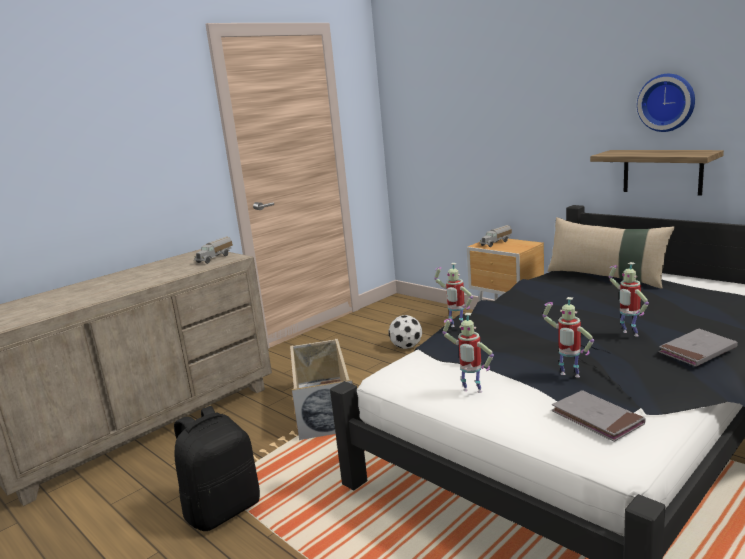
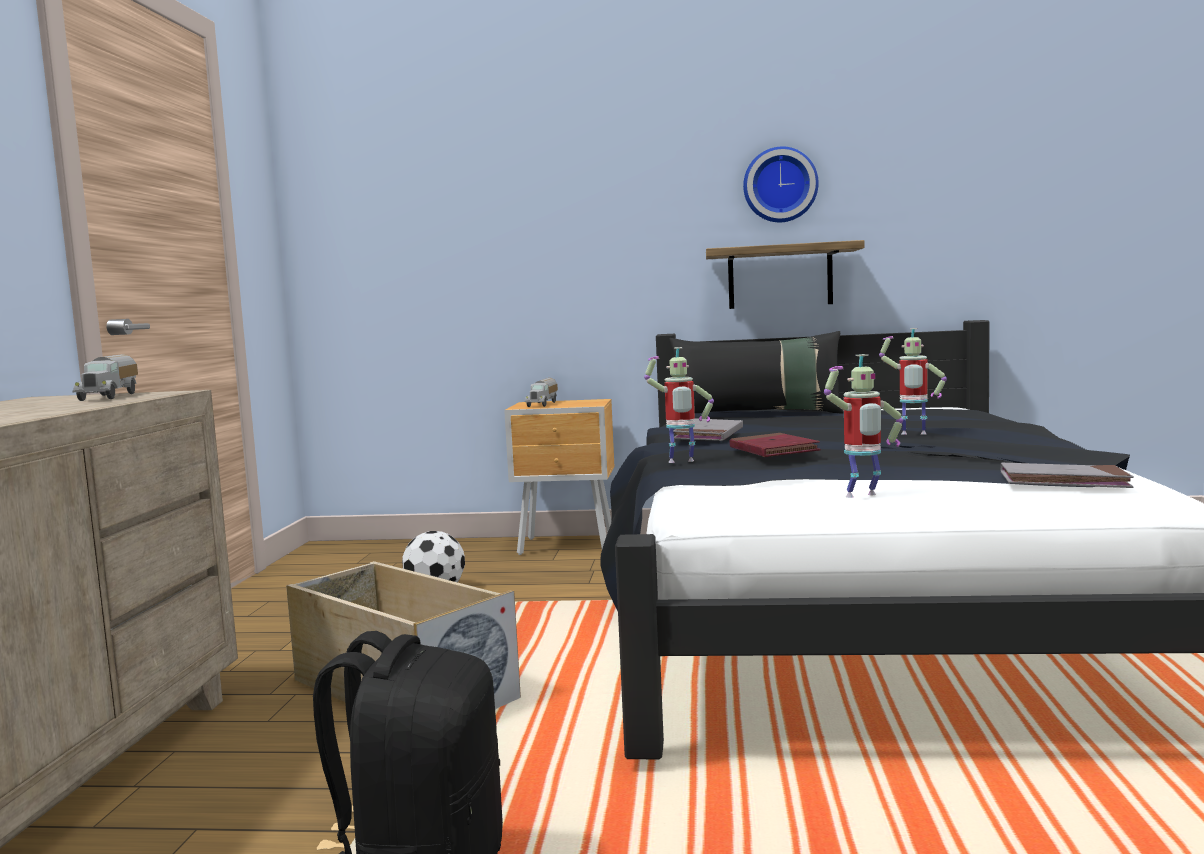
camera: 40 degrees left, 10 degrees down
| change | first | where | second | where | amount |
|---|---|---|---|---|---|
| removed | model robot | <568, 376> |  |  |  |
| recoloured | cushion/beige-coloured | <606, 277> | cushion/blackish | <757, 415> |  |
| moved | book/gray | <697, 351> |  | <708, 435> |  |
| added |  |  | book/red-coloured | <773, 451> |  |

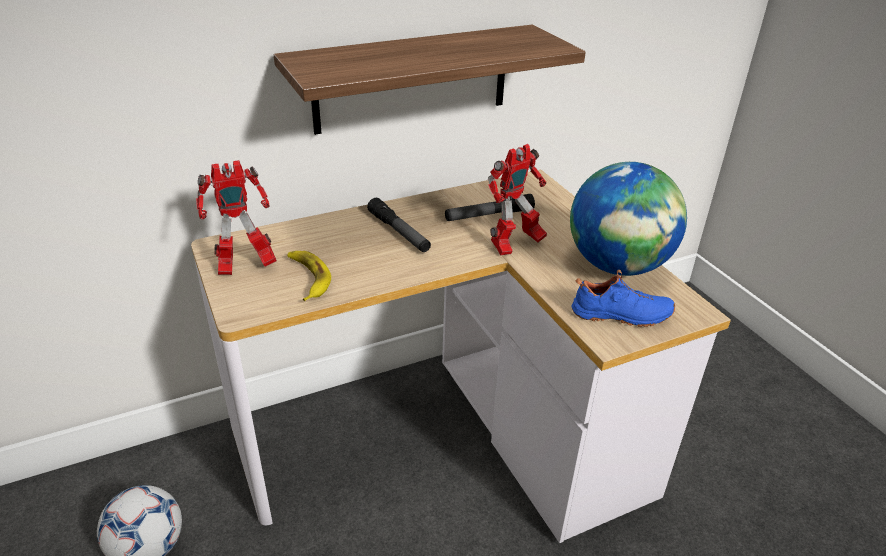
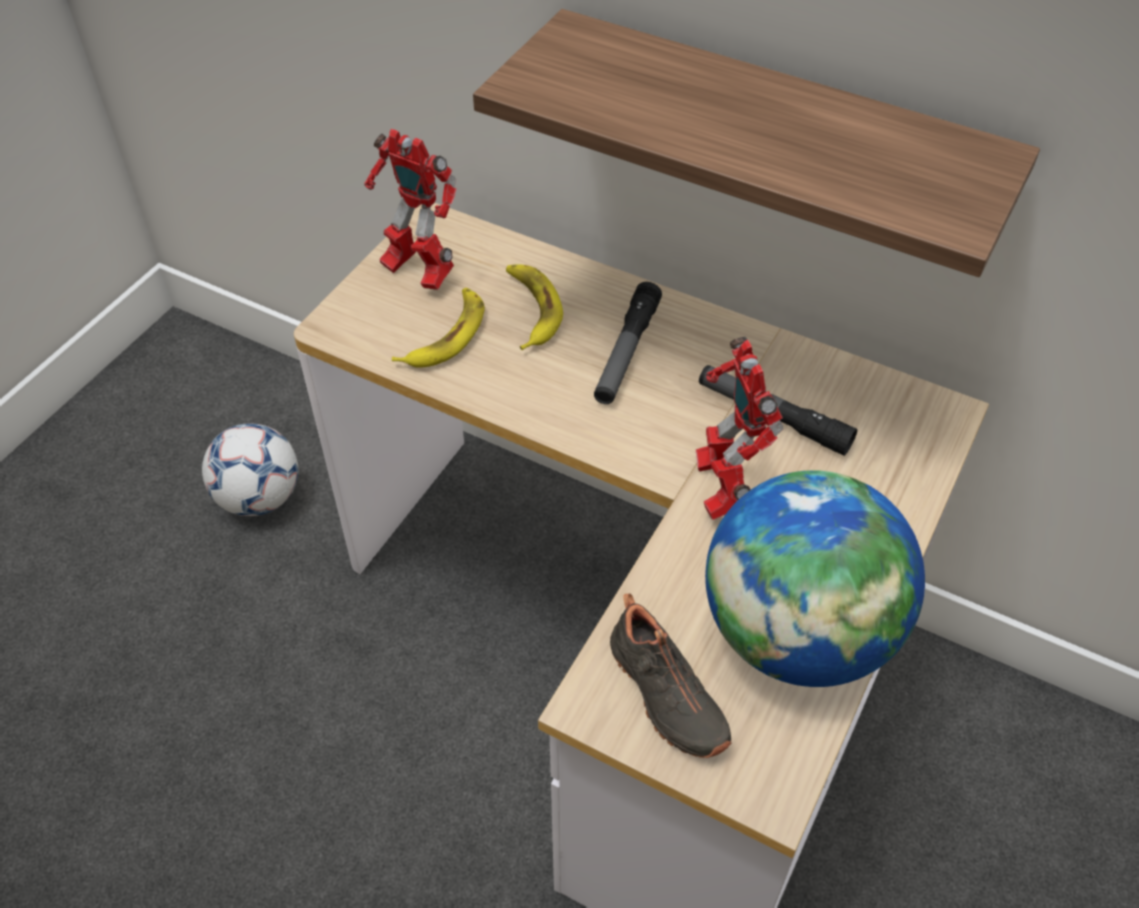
camera: 55 degrees right, 15 degrees up
| change | first | where | second | where | amount |
|---|---|---|---|---|---|
| turned | model robot | <514, 245> |  | <721, 485> | 60 degrees clockwise |
| recoloured | shoe/bluish | <621, 316> | shoe/blackish | <664, 695> |  |
| added |  |  | banana | <531, 310> |  |

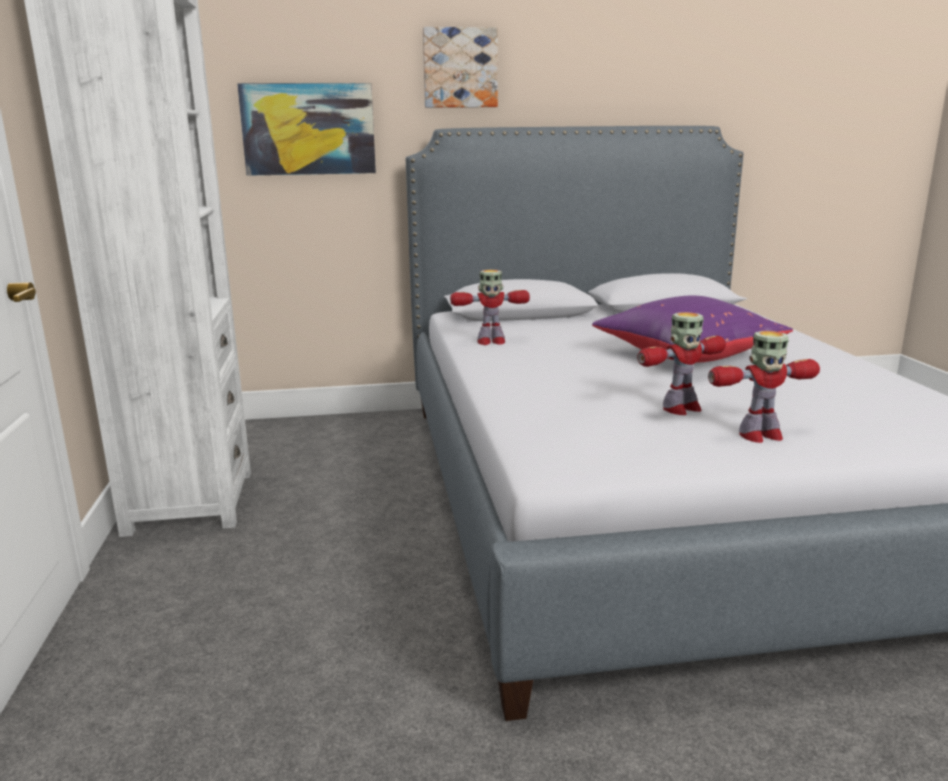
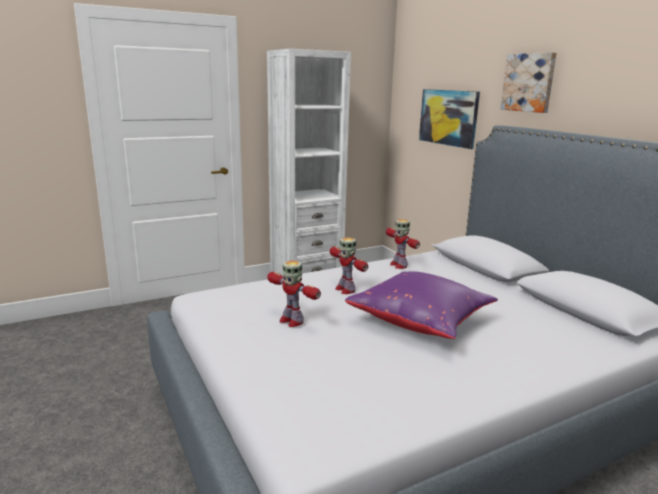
camera: 70 degrees right, 0 degrees up
| change | first | where | second | where | amount |
|---|---|---|---|---|---|
| moved | model robot | <759, 435> |  | <345, 289> |  |

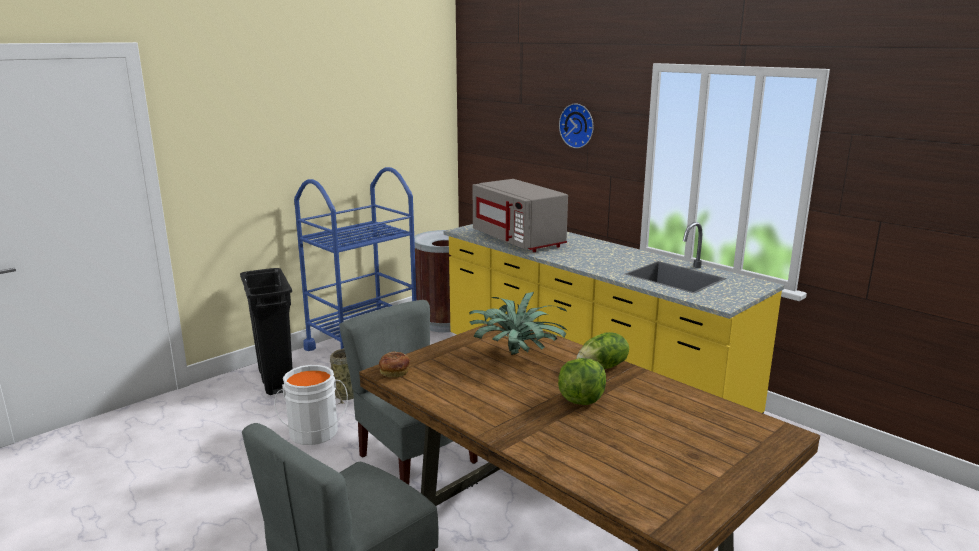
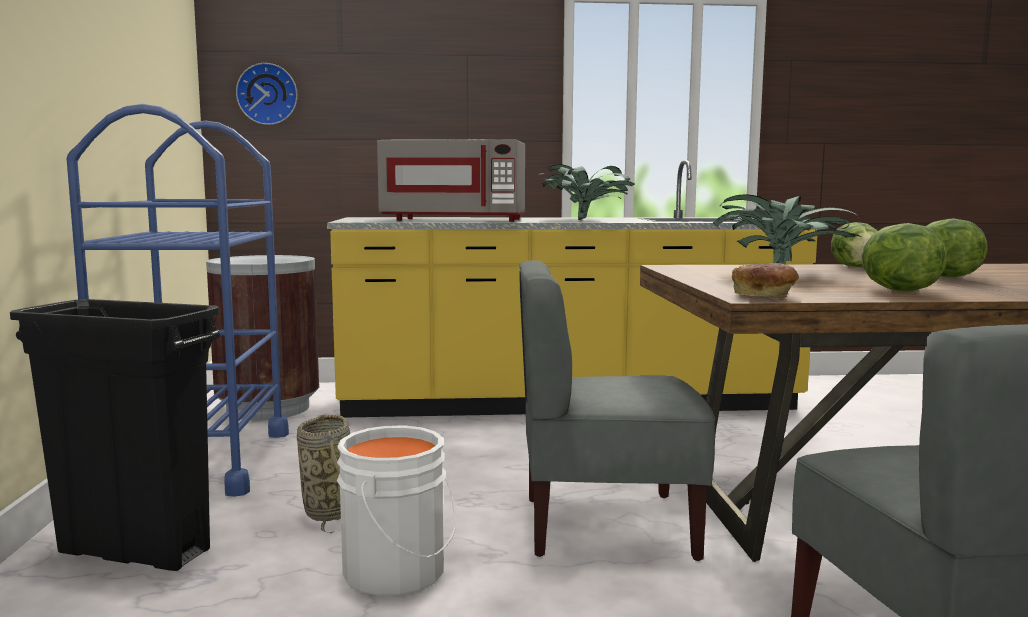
camera: 50 degrees left, 10 degrees down
| change | first | where | second | where | amount |
|---|---|---|---|---|---|
| moved | clock on the wall | <578, 125> |  | <268, 94> |  |
| added |  |  | houseplant | <585, 220> |  |
| added |  |  | lettuce head | <897, 290> |  |

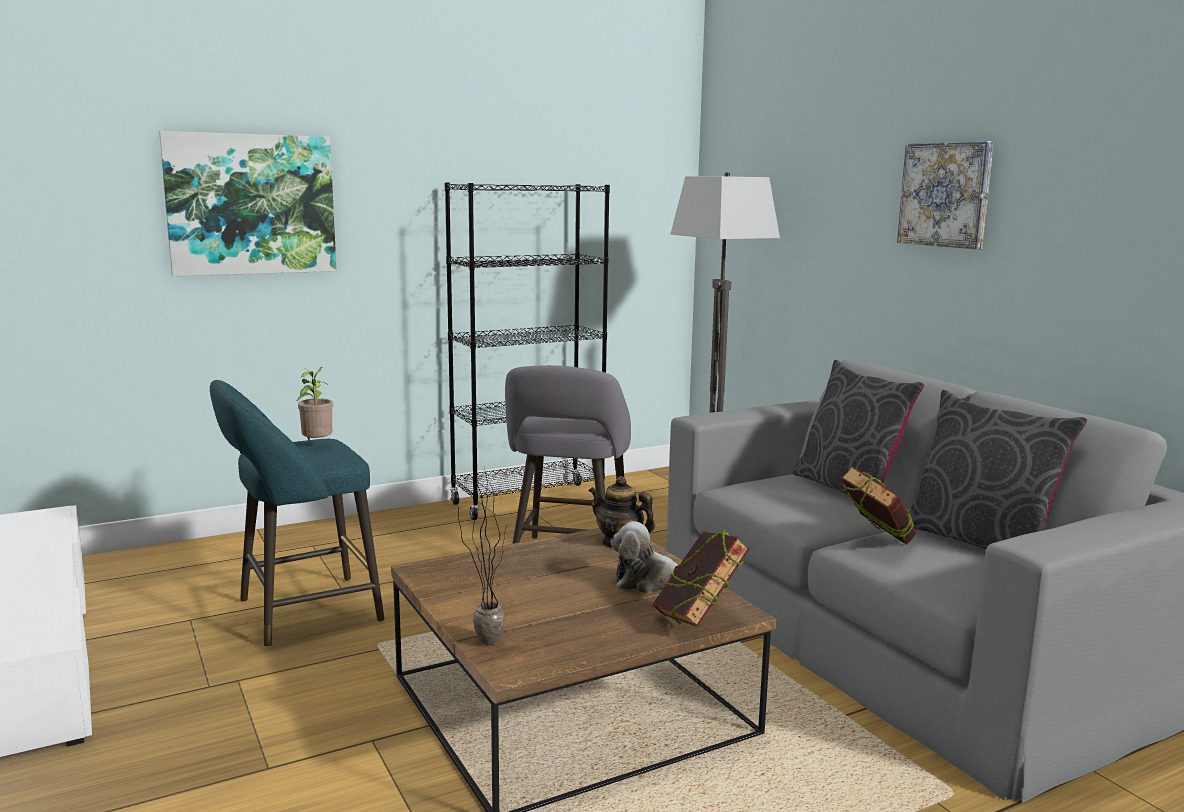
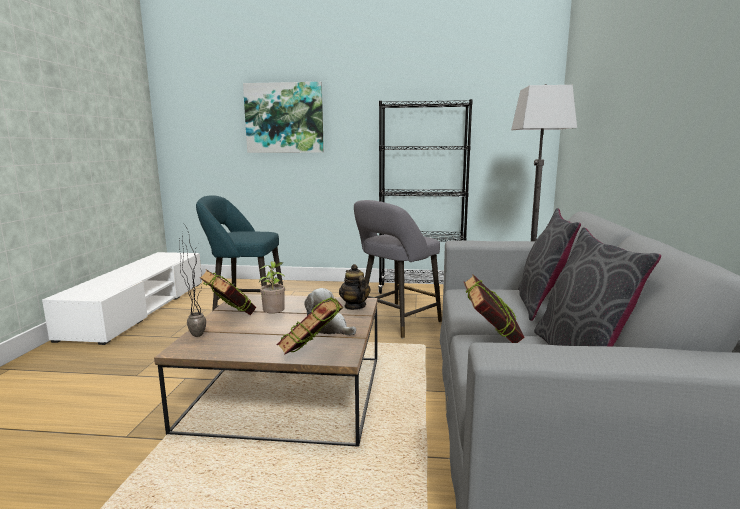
camera: 35 degrees right, 0 degrees up
| change | first | where | second | where | amount |
|---|---|---|---|---|---|
| moved | houseplant | <317, 445> |  | <274, 317> |  |
| removed | wall picture | <946, 194> |  |  |  |
| added |  |  | book | <230, 317> |  |

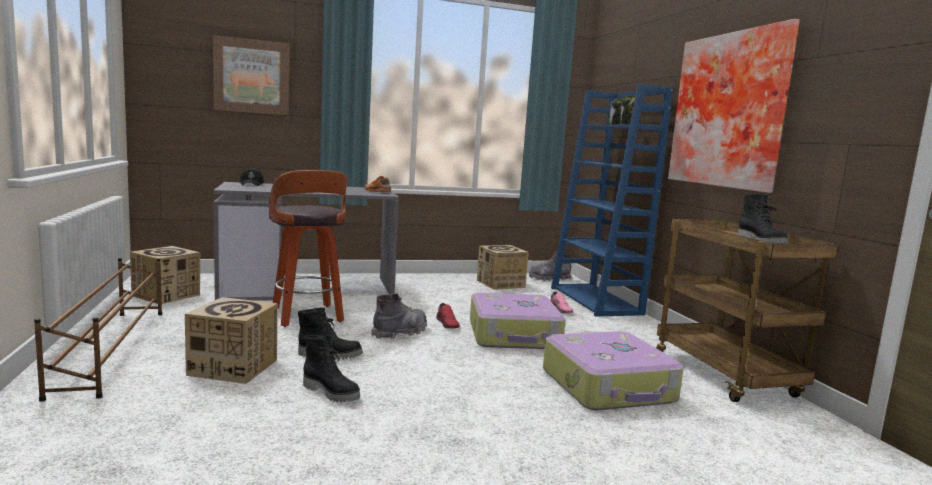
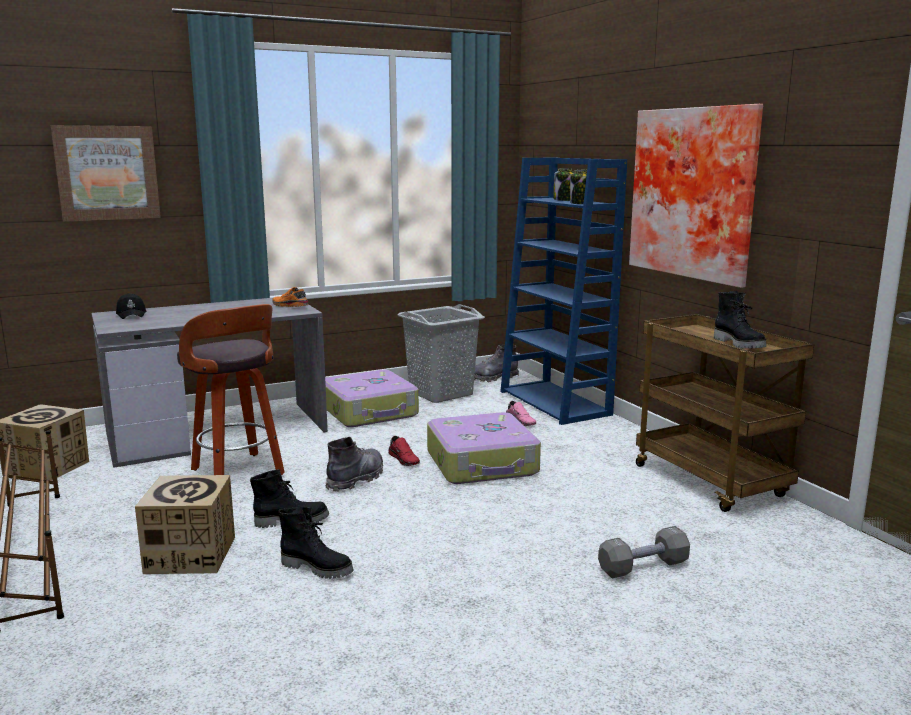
camera: 10 degrees left, 5 degrees up
| change | first | where | second | where | amount |
|---|---|---|---|---|---|
| replaced | cardboard box | <500, 284> | laundry basket/gray | <441, 393> |  |
| moved | suitcase | <609, 386> |  | <370, 411> |  |
| added |  |  | dumbbell/gray | <643, 567> |  |

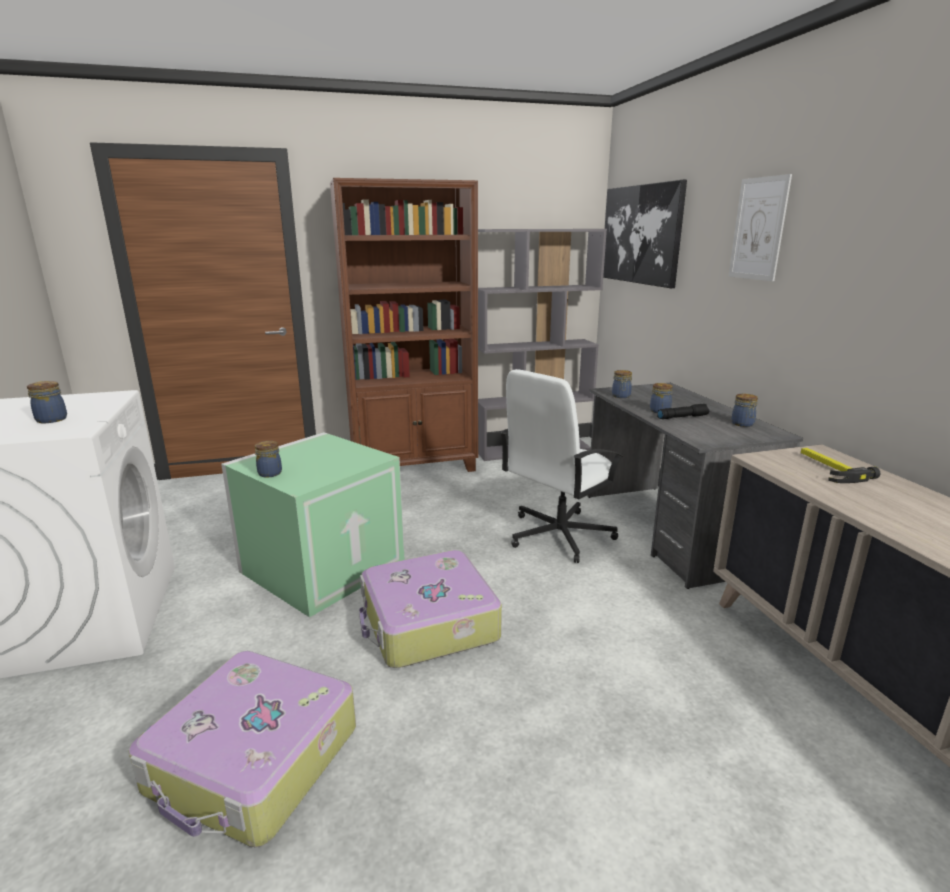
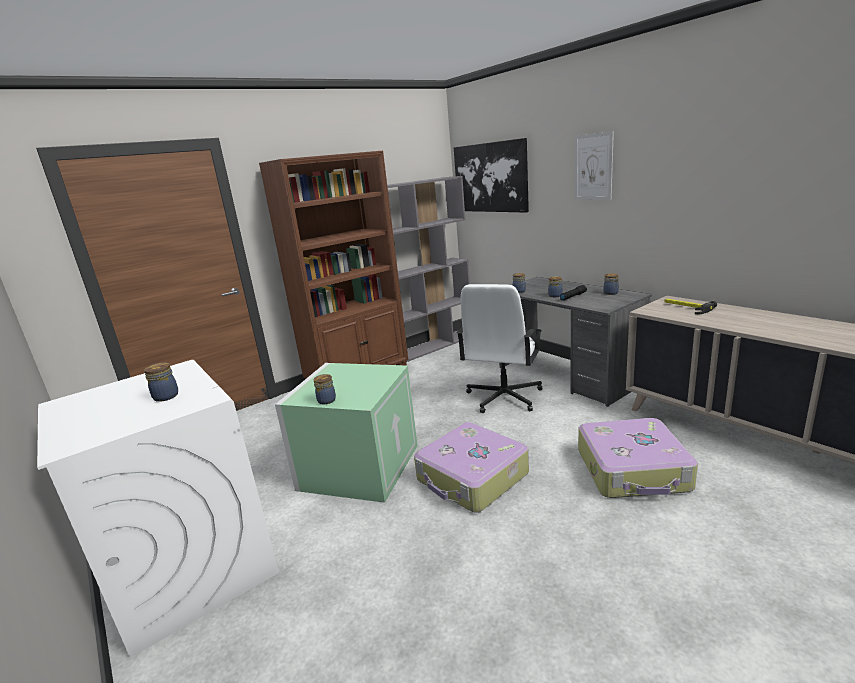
camera: 20 degrees left, 0 degrees up
| change | first | where | second | where | amount |
|---|---|---|---|---|---|
| moved | suitcase | <254, 761> |  | <633, 470> |  |

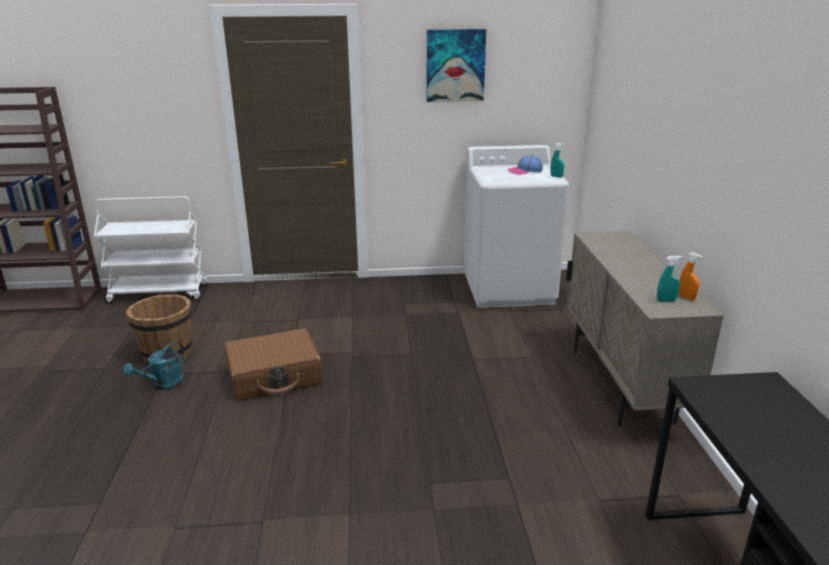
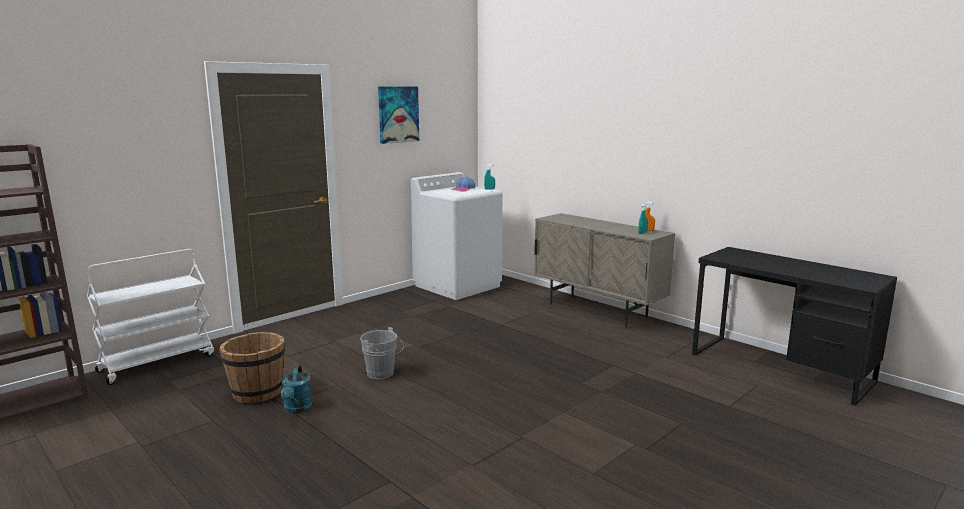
camera: 40 degrees left, 10 degrees down
| change | first | where | second | where | amount |
|---|---|---|---|---|---|
| replaced | suitcase/brownish | <275, 376> | water bucket/gray | <383, 374> |  |

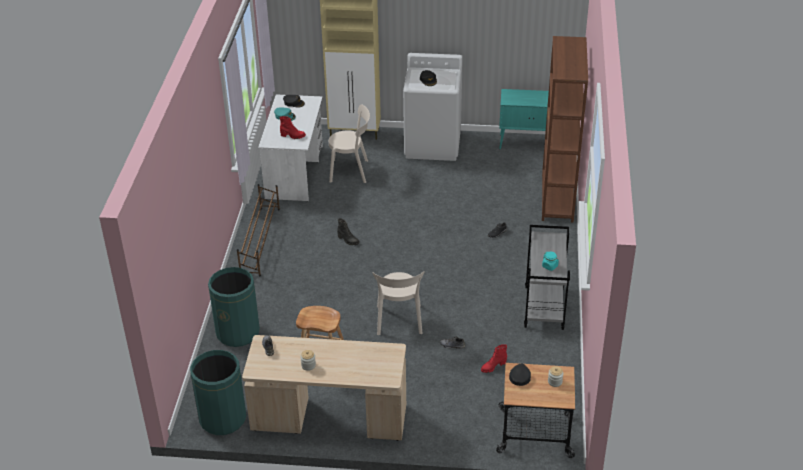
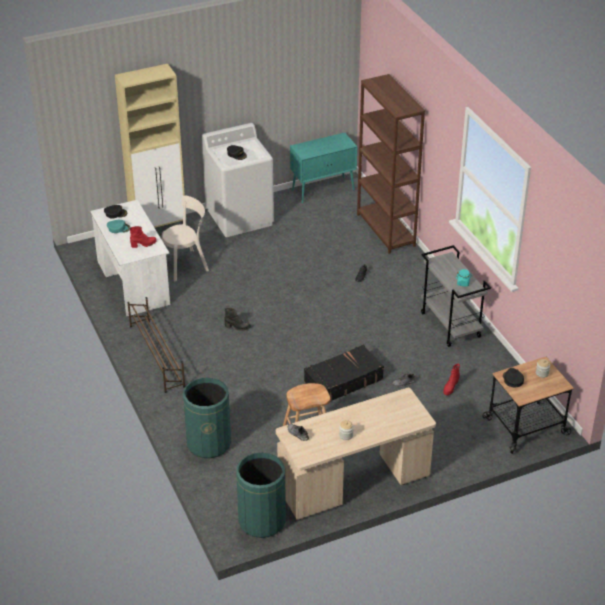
camera: 30 degrees left, 0 degrees up
| change | first | where | second | where | amount |
|---|---|---|---|---|---|
| replaced | chair/beige-coloured | <399, 322> | suitcase/blackish | <343, 380> |  |

